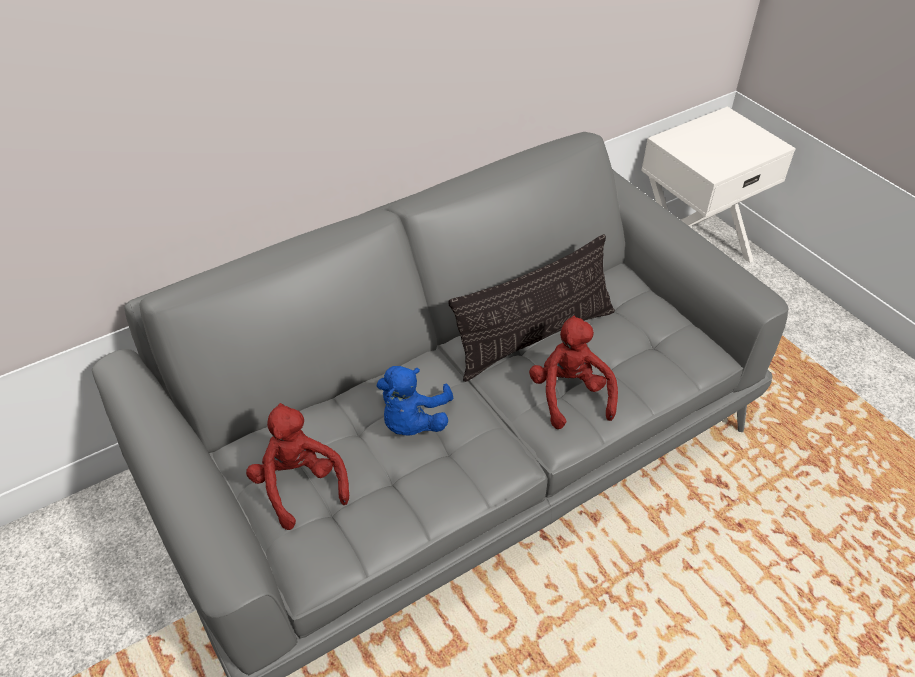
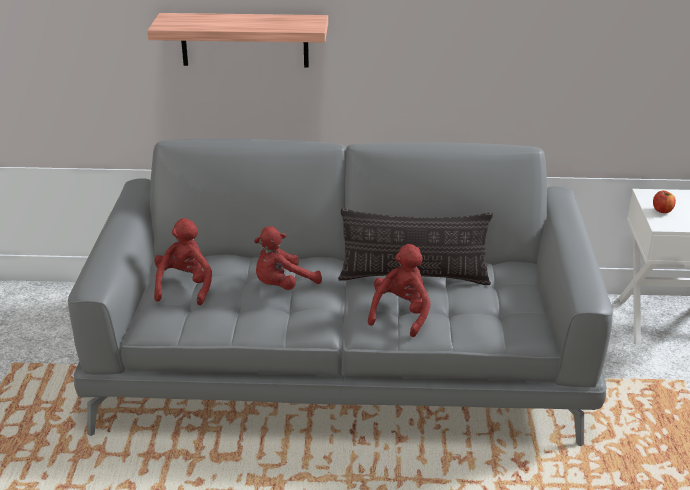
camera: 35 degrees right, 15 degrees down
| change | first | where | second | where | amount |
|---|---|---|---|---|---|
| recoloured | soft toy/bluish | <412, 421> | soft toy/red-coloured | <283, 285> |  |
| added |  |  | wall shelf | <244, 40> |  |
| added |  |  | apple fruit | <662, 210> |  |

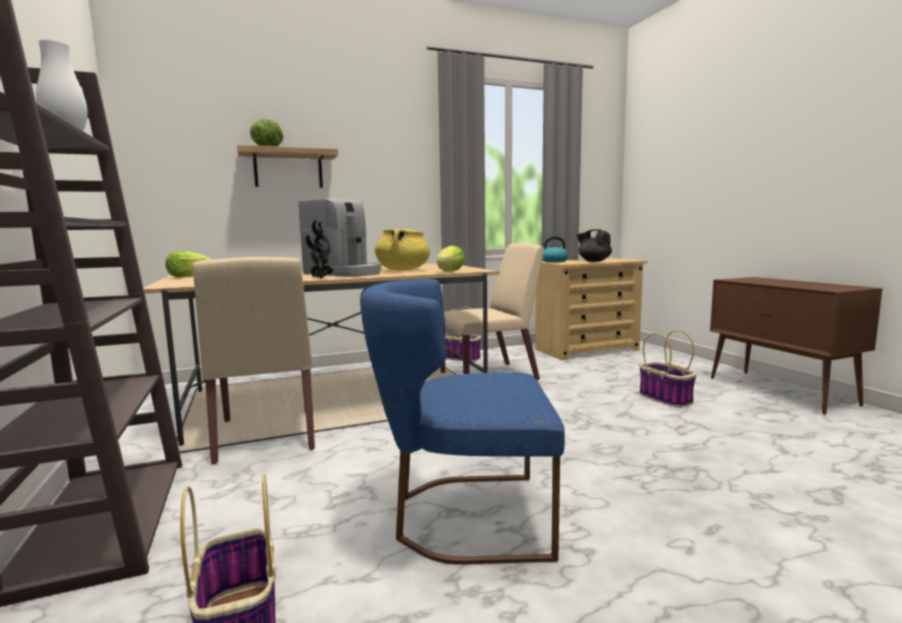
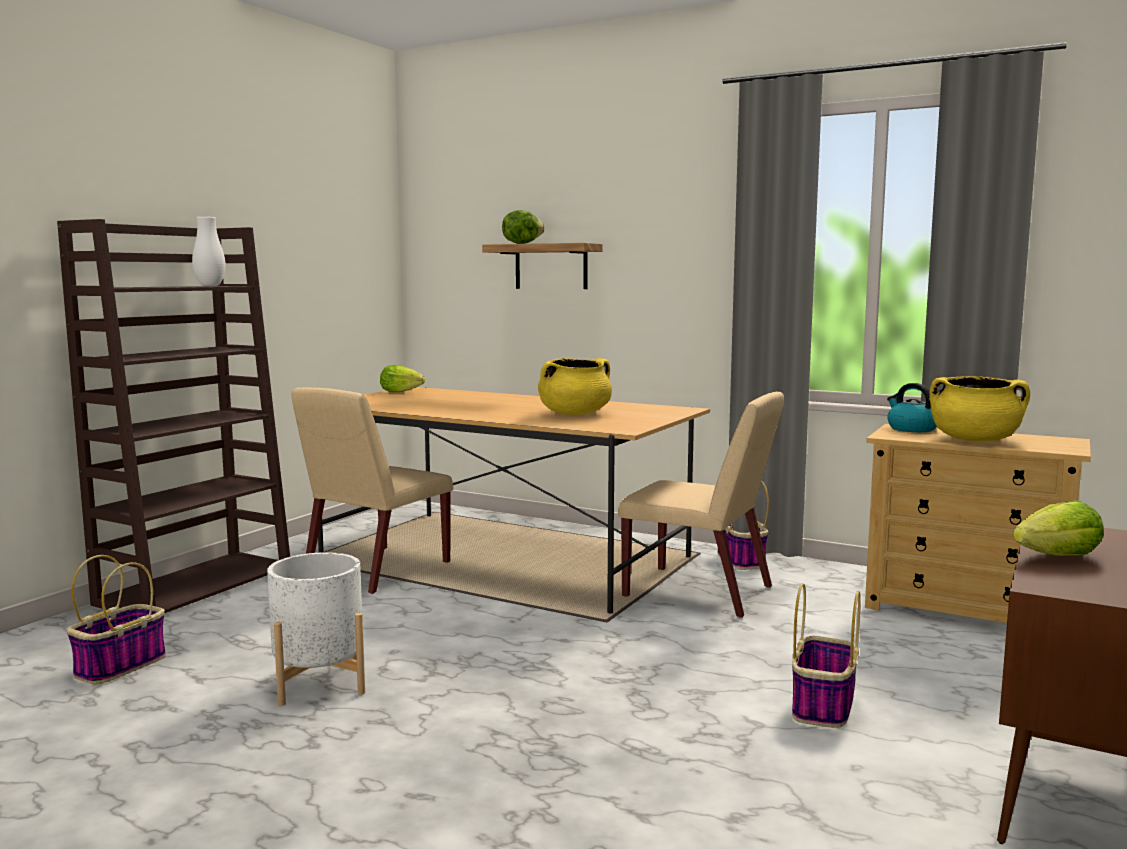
camera: 50 degrees right, 0 degrees up
| change | first | where | second | where | amount |
|---|---|---|---|---|---|
| removed | coffee maker | <344, 273> |  |  |  |
| removed | houseplant | <320, 279> |  |  |  |
| replaced | chair/bluish | <462, 516> | flower pot/white-coloured | <319, 682> |  |
| moved | lettuce head | <450, 271> |  | <1058, 557> |  |
| replaced | tea pot/blackish | <593, 261> | cooking pot/yellow | <975, 440> |  |

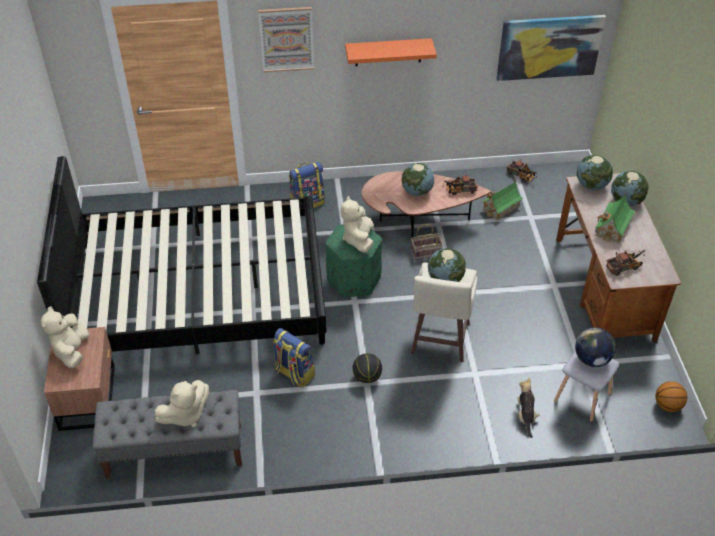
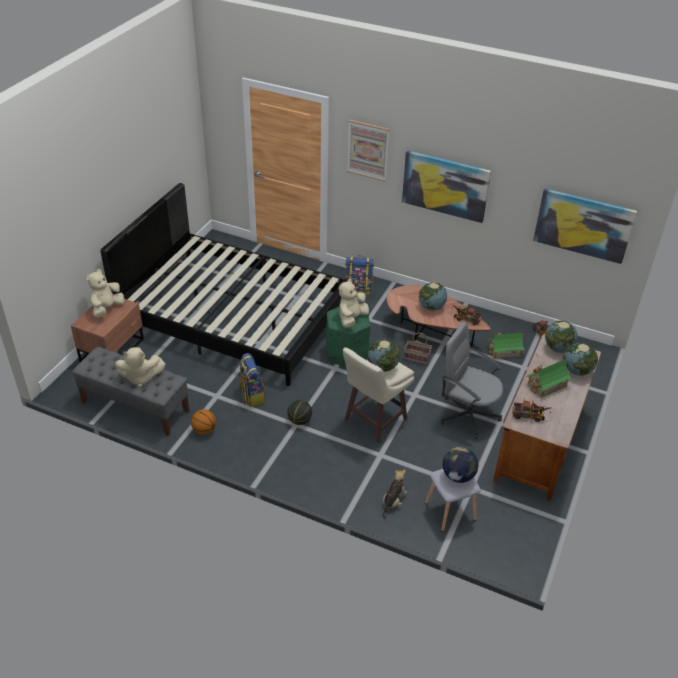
camera: 30 degrees right, 5 degrees down
| change | first | where | second | where | amount |
|---|---|---|---|---|---|
| replaced | wall shelf/orange | <388, 52> | wall picture | <445, 186> |  |
| moved | basketball ball | <668, 405> |  | <204, 430> |  |
| added |  |  | desk chair/gray | <467, 414> |  |

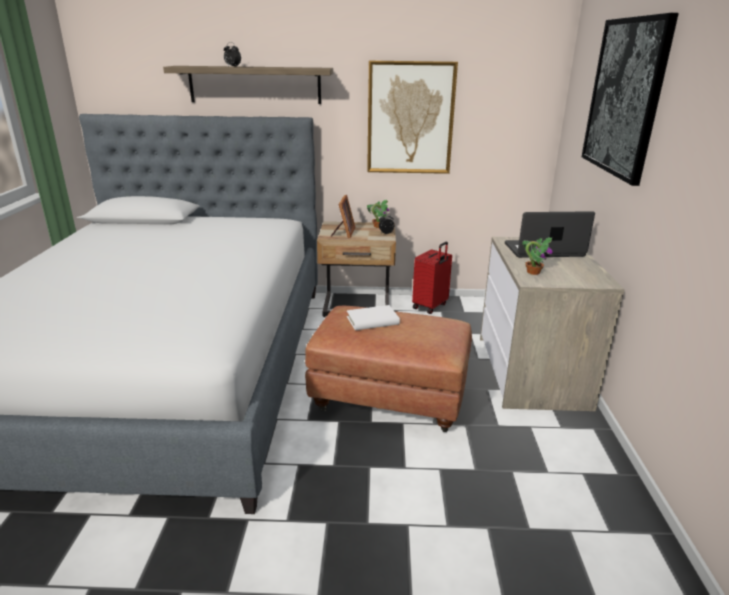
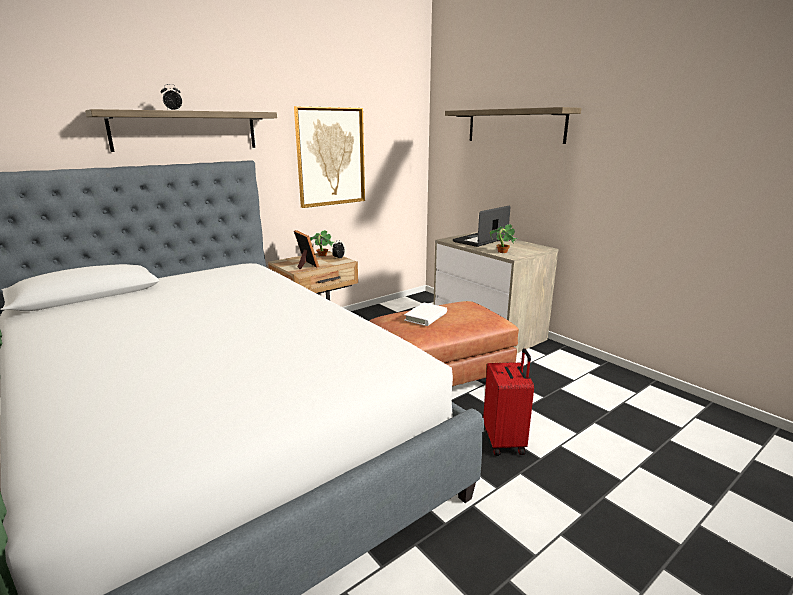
camera: 40 degrees left, 5 degrees down
| change | first | where | second | where | amount |
|---|---|---|---|---|---|
| moved | suitcase/red-coloured | <430, 306> |  | <505, 441> |  |
| replaced | wall picture | <625, 97> | wall shelf | <514, 126> |  |

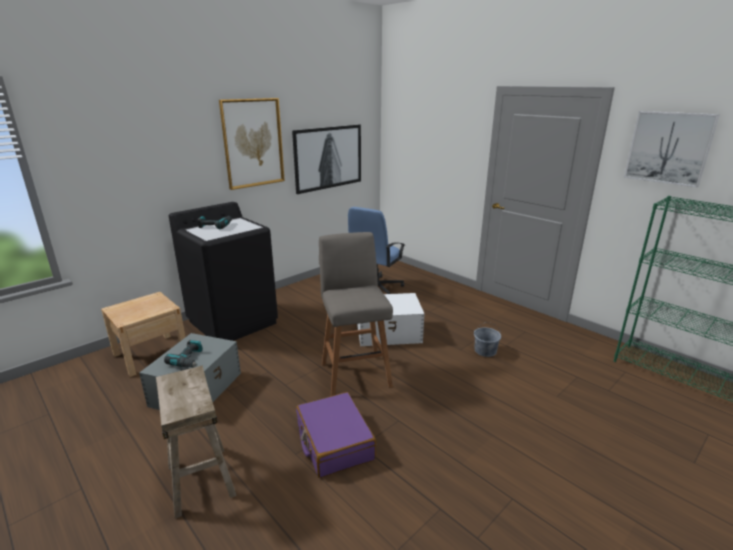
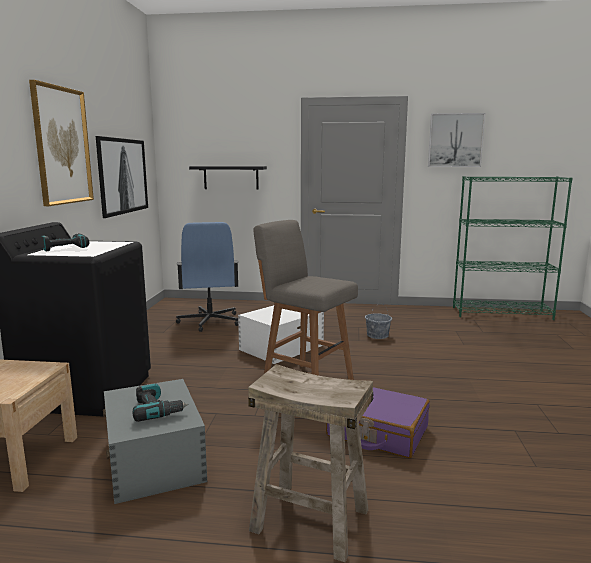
camera: 40 degrees left, 10 degrees down
| change | first | where | second | where | amount |
|---|---|---|---|---|---|
| added |  |  | wall shelf/blackish | <231, 177> |  |

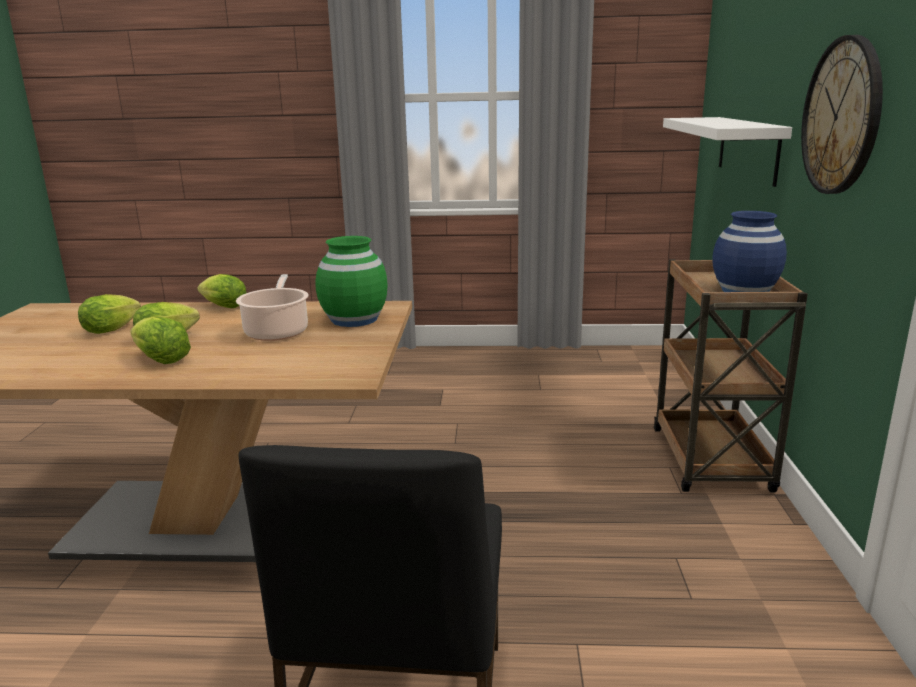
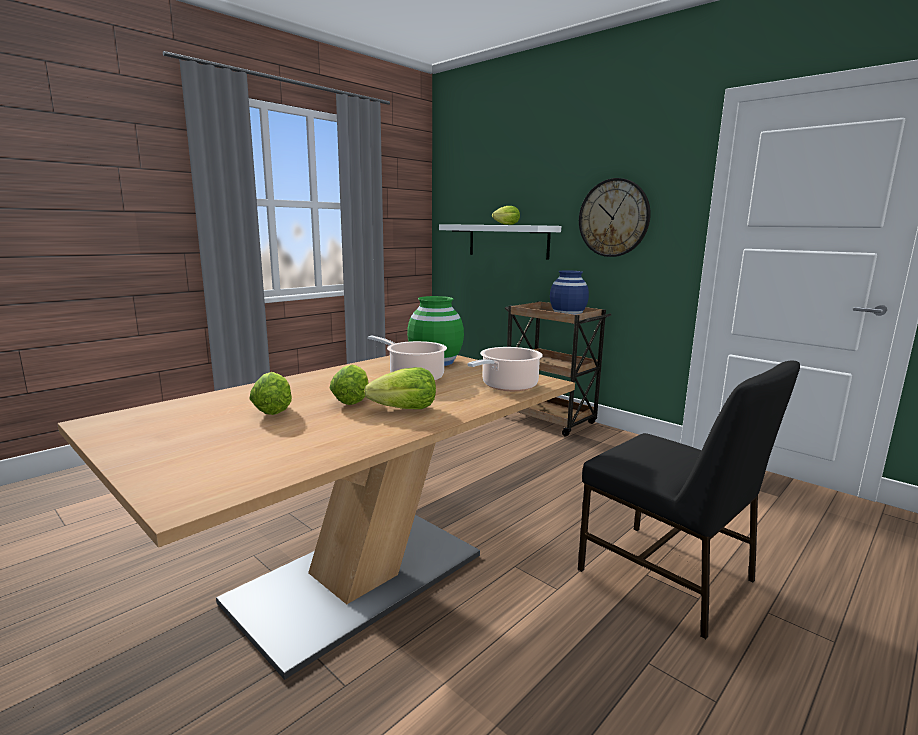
camera: 50 degrees left, 5 degrees down
| change | first | where | second | where | amount |
|---|---|---|---|---|---|
| moved | lettuce head | <222, 307> |  | <505, 224> |  |
| added |  |  | cooking pot | <507, 386> |  |

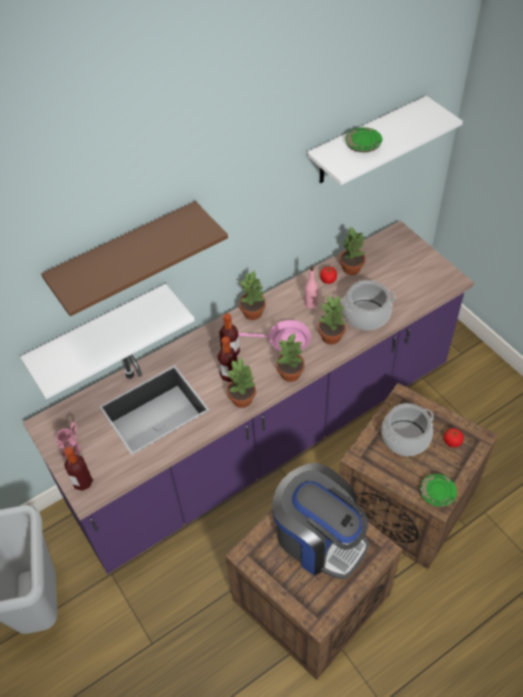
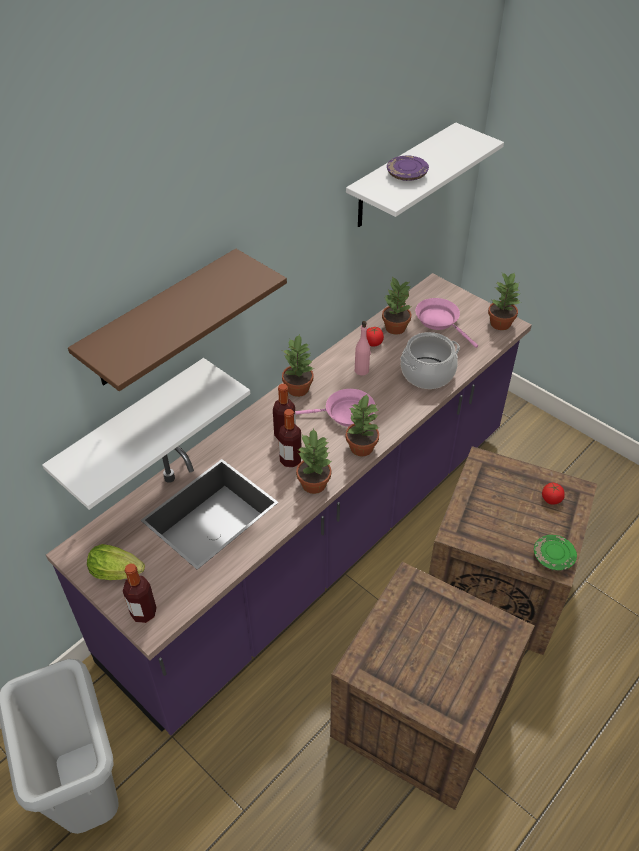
camera: 15 degrees left, 5 degrees down
| change | first | where | second | where | amount |
|---|---|---|---|---|---|
| replaced | coffee mug/pink | <73, 447> | lettuce head | <119, 572> |  |
| removed | coffee maker | <319, 538> |  |  |  |
| moved | houseplant | <331, 336> |  | <500, 323> |  |
| recoloured | flat dish/greenish | <363, 146> | flat dish/purple-coloured | <407, 175> |  |
| removed | cooking pot | <405, 437> |  |  |  |
| added |  |  | frying pan/pink | <440, 321> |  |

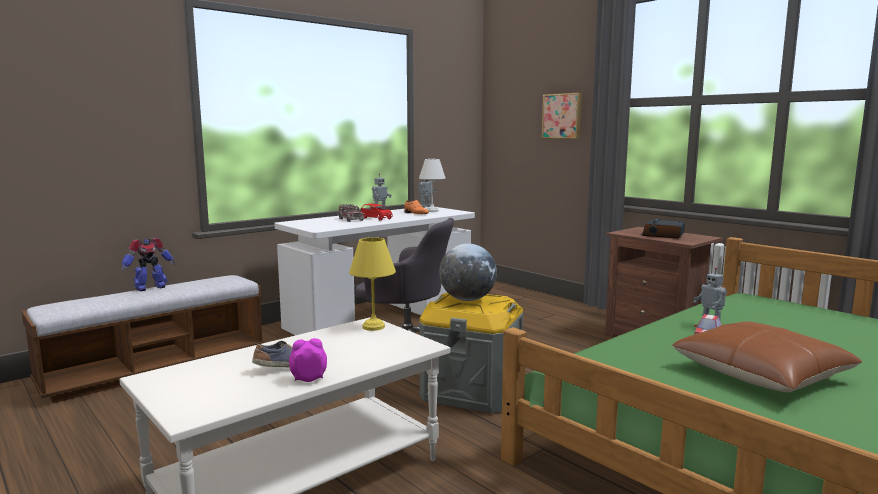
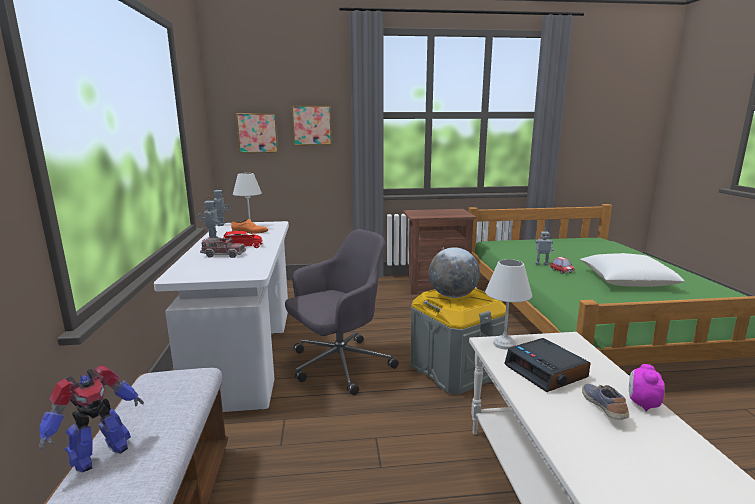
camera: 55 degrees left, 5 degrees up
| change | first | where | second | where | amount |
|---|---|---|---|---|---|
| turned | model robot | <150, 287> |  | <99, 454> | 45 degrees clockwise |
| recoloured | table lamp/yellow | <374, 327> | table lamp/white-coloured | <505, 344> |  |
| moved | bedside clock | <664, 234> |  | <546, 372> |  |
| recoloured | cushion/brownish | <761, 374> | cushion/white-coloured | <626, 281> |  |
| added |  |  | wall picture | <258, 133> |  |

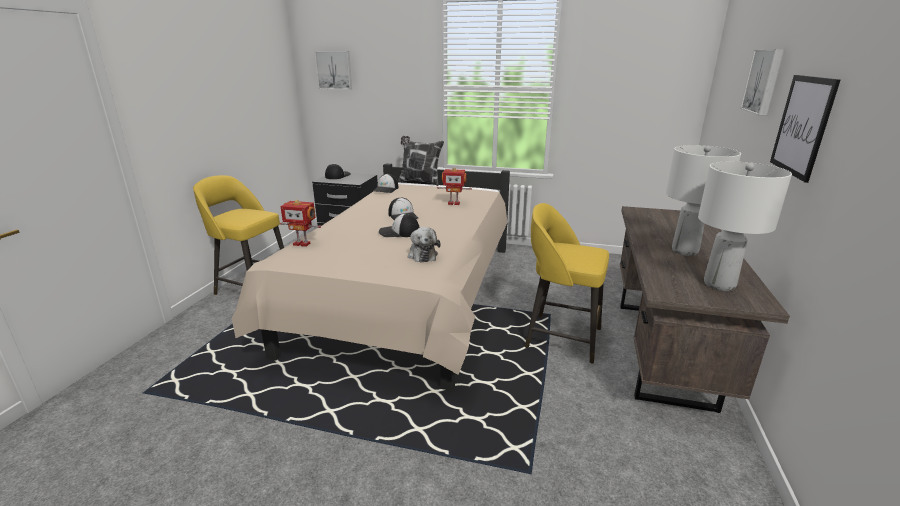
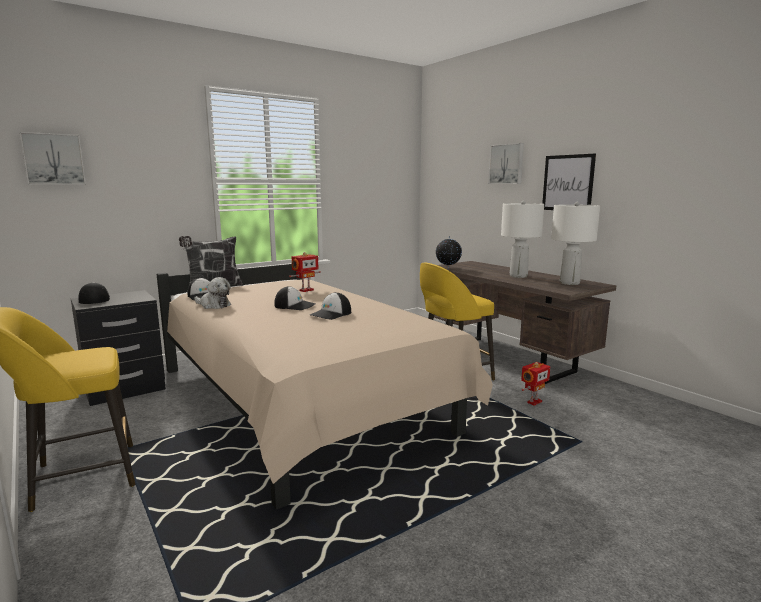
camera: 50 degrees left, 10 degrees down
| change | first | where | second | where | amount |
|---|---|---|---|---|---|
| moved | model robot | <302, 243> |  | <533, 402> |  |
| moved | soft toy | <422, 255> |  | <213, 305> |  |
| added |  |  | globe | <448, 268> |  |

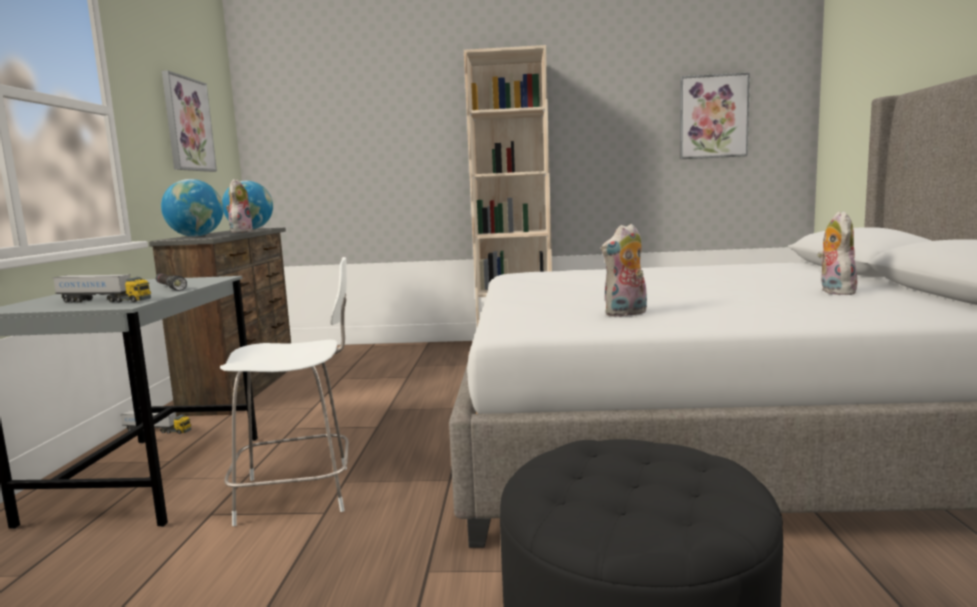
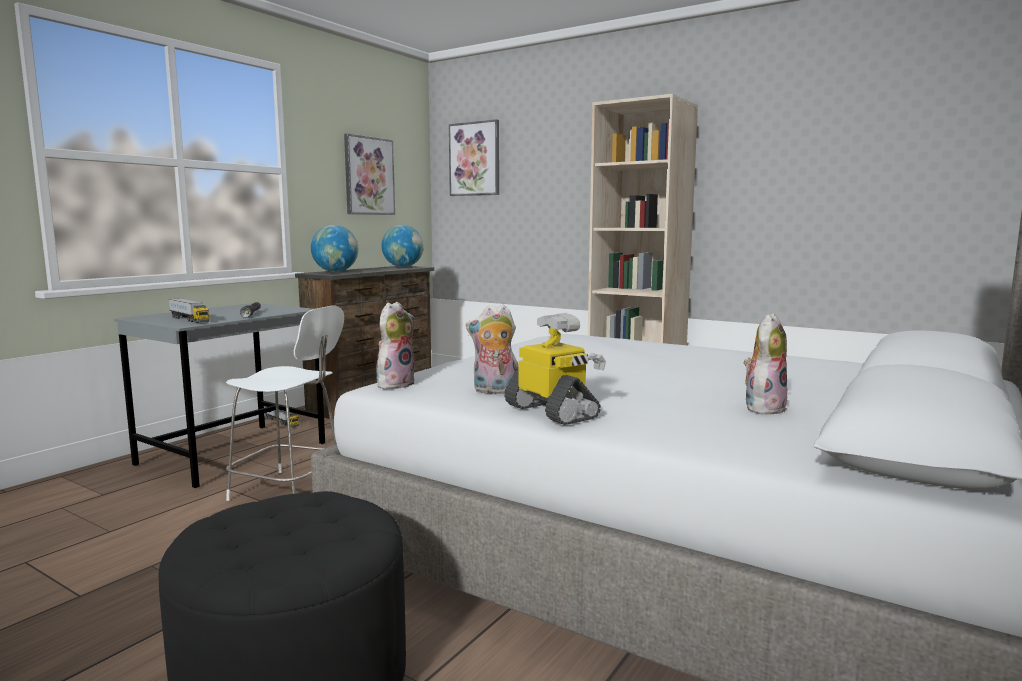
camera: 30 degrees right, 0 degrees up
| change | first | where | second | where | amount |
|---|---|---|---|---|---|
| moved | soft toy | <240, 232> |  | <395, 384> |  |
| moved | wall picture | <713, 117> |  | <475, 159> |  |
| added |  |  | model robot | <553, 412> |  |

